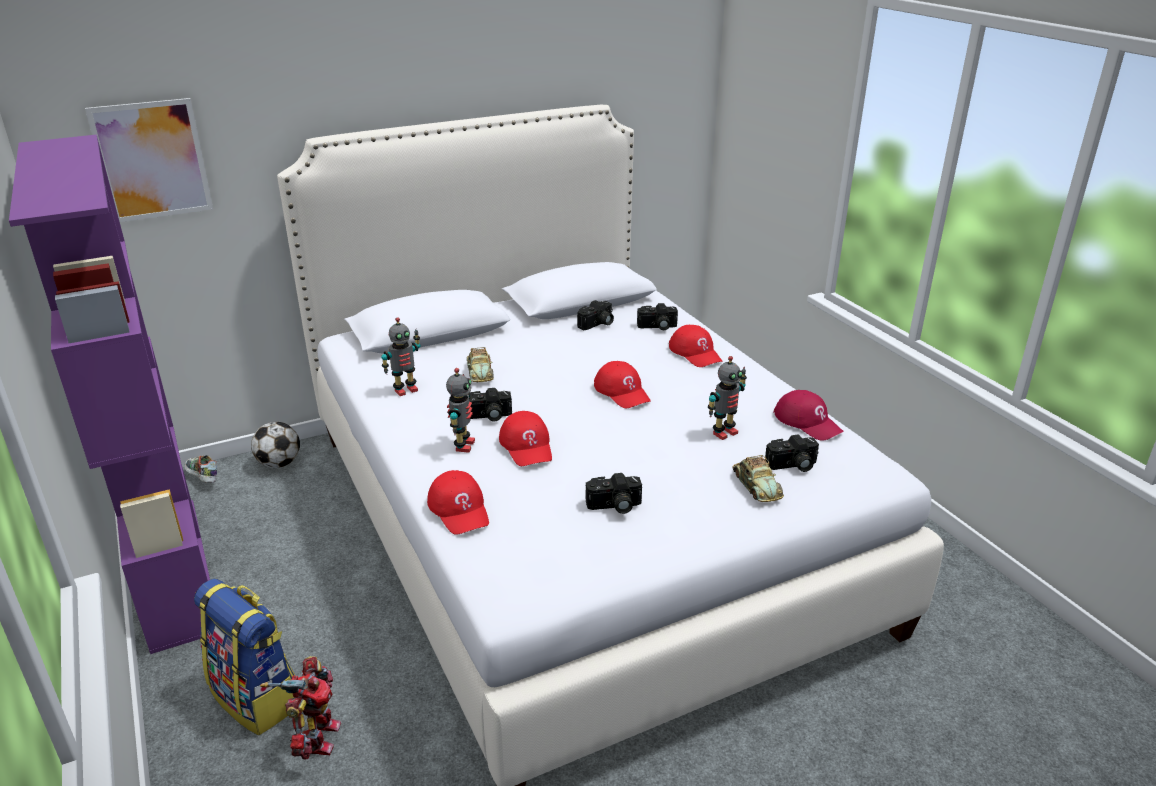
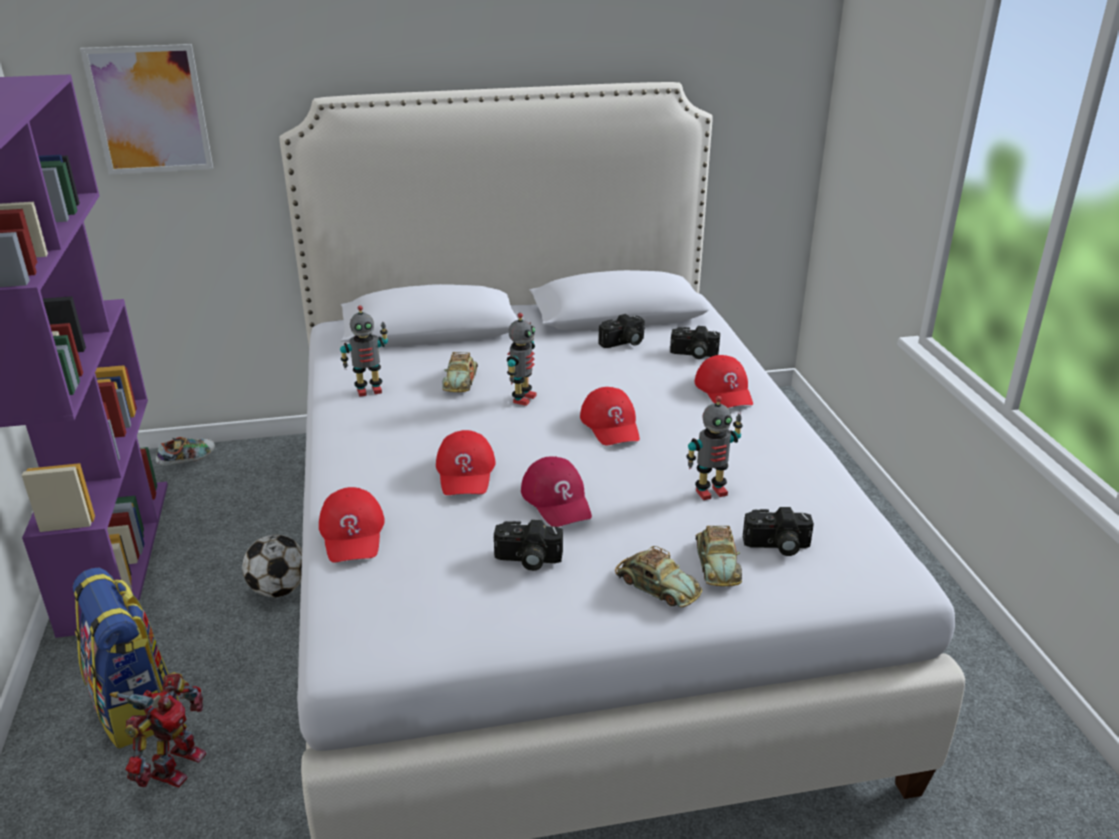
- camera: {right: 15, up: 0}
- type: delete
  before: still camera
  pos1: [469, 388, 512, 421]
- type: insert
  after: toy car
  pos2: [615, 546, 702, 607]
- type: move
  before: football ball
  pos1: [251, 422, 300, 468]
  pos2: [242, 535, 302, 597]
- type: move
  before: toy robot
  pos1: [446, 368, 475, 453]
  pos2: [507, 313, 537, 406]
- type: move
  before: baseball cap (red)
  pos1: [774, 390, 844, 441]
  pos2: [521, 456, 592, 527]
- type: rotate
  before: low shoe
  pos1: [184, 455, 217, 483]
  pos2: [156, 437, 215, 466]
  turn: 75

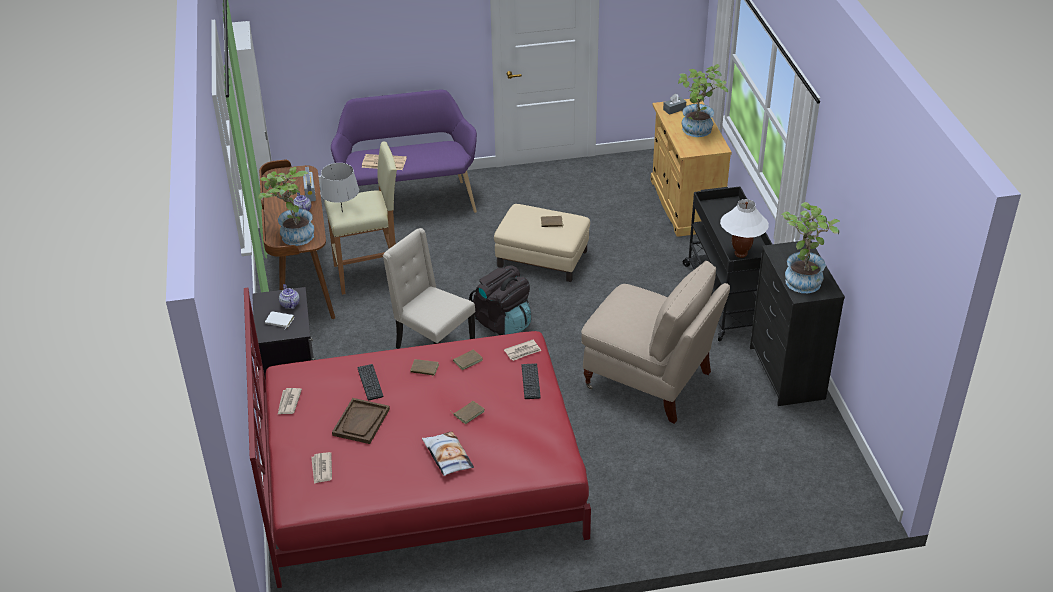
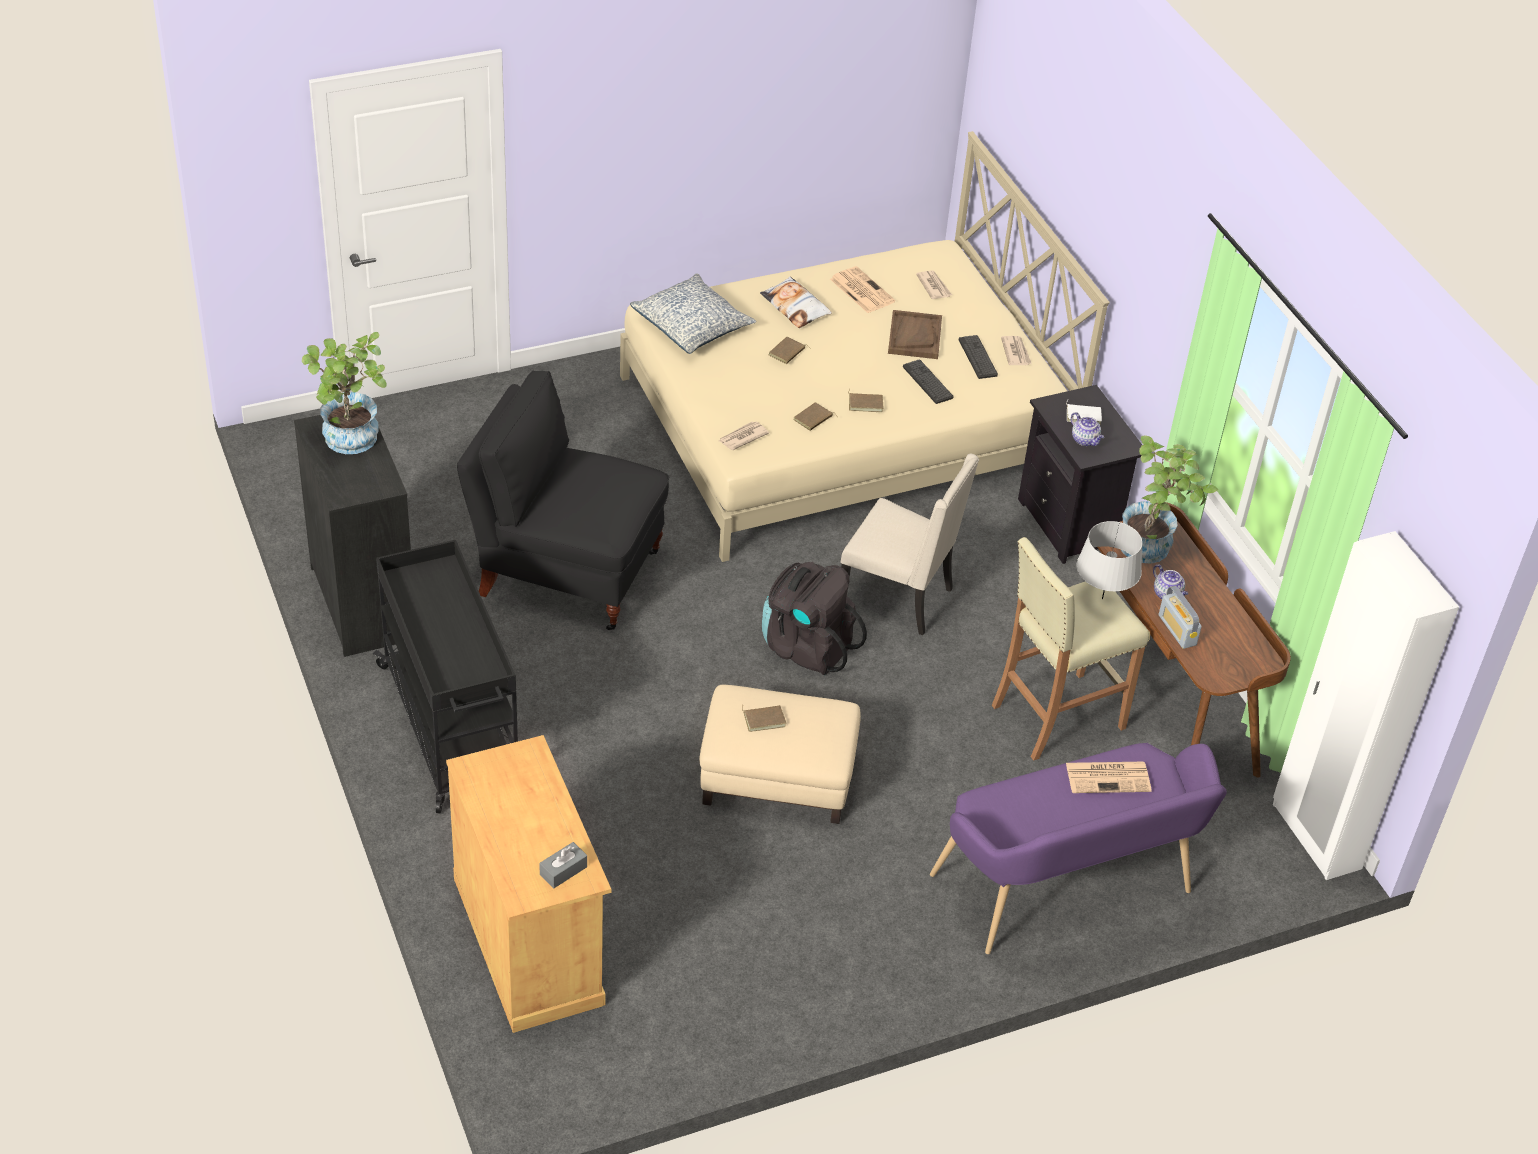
- camera: {right: 165, up: 5}
- type: delete
  before: potted plant
  pos1: [678, 64, 728, 137]
- type: delete
  before: tabletop lamp (white)
  pos1: [720, 199, 769, 258]
- type: insert
  after: pillow
  pos2: [630, 273, 756, 354]
- type: insert
  after: daily paper
  pos2: [830, 266, 895, 313]
- type: move
  before: computer keyboard
  pos1: [522, 363, 541, 399]
  pos2: [959, 335, 998, 379]
- type: recolor
  before: sleeping bed (red)
  after: sleeping bed (beige)
  pos1: [244, 288, 591, 588]
  pos2: [620, 131, 1110, 562]
- type: recolor
  before: chair (beige)
  after: chair (blackish)
  pos1: [581, 261, 730, 424]
  pos2: [457, 371, 669, 630]

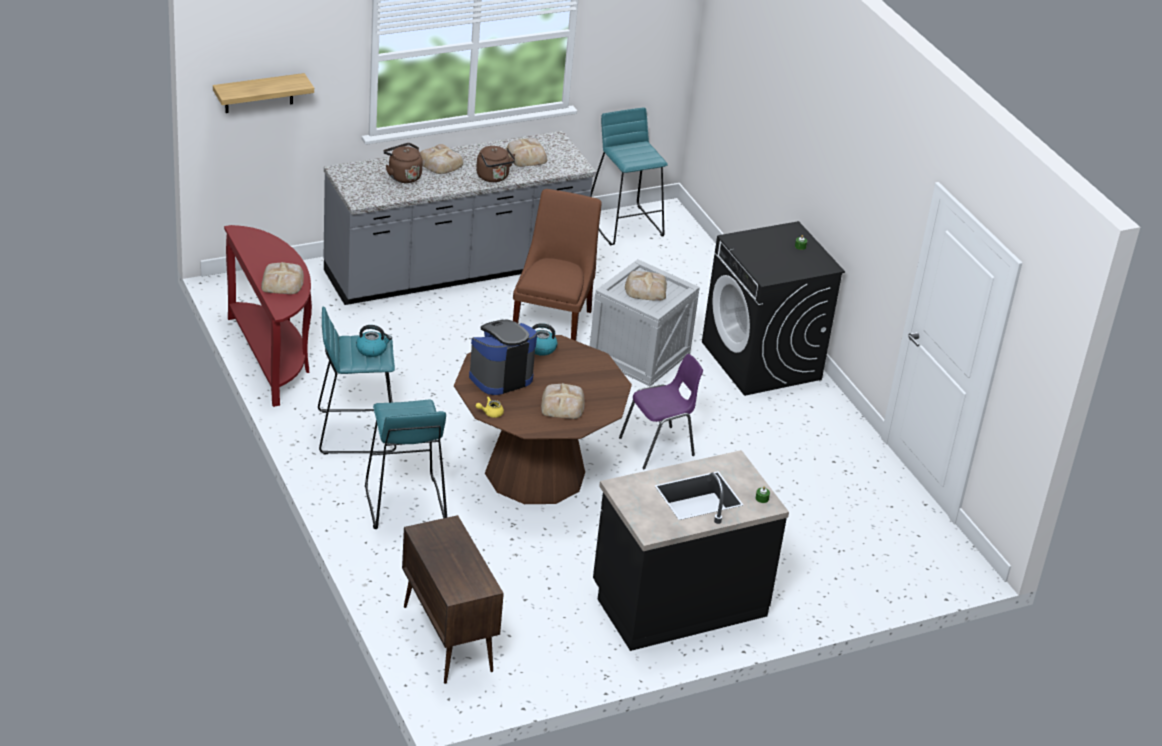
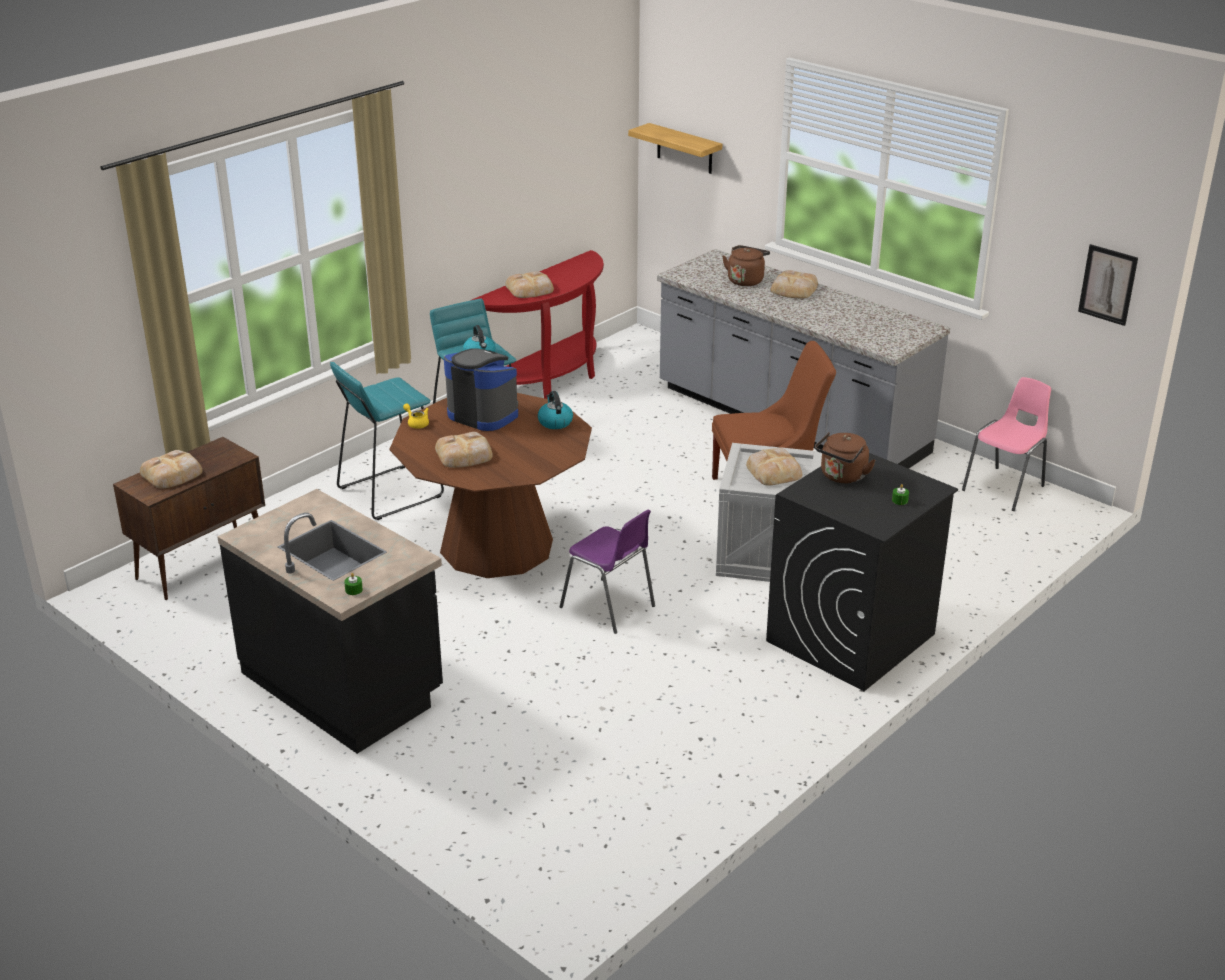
- camera: {right: 70, up: -5}
- type: insert
  after: wall picture
  pos2: [1078, 244, 1138, 326]
- type: move
  before: water kettle (brown-coloured)
  pos1: [476, 146, 515, 182]
  pos2: [815, 432, 876, 483]
- type: move
  before: baked bread
  pos1: [506, 138, 547, 167]
  pos2: [140, 450, 203, 488]
- type: replace
  before: sitting stool (turquoise-coloured)
  after: chair (pink)
  pos1: [591, 107, 668, 245]
  pos2: [962, 377, 1051, 511]

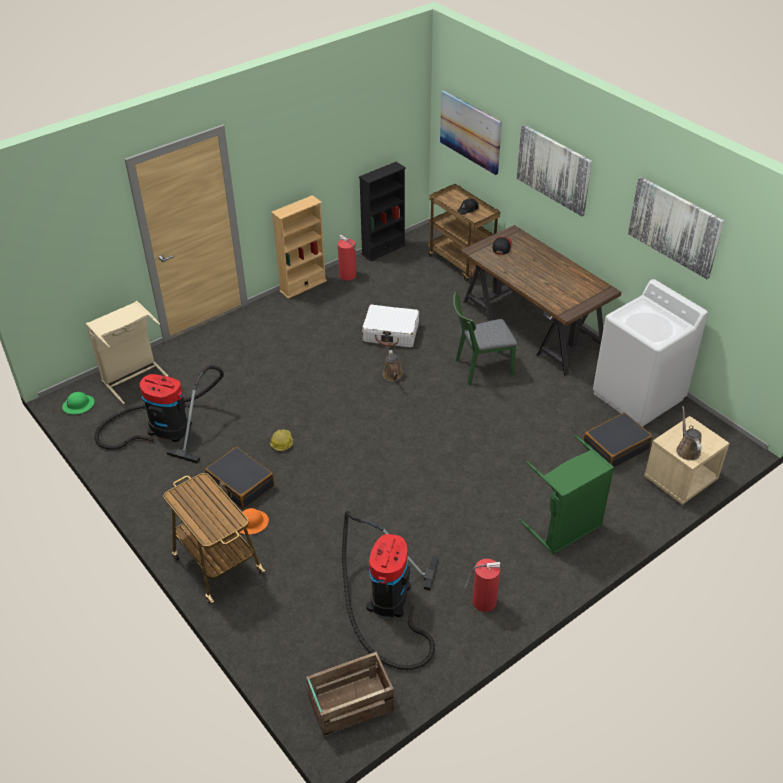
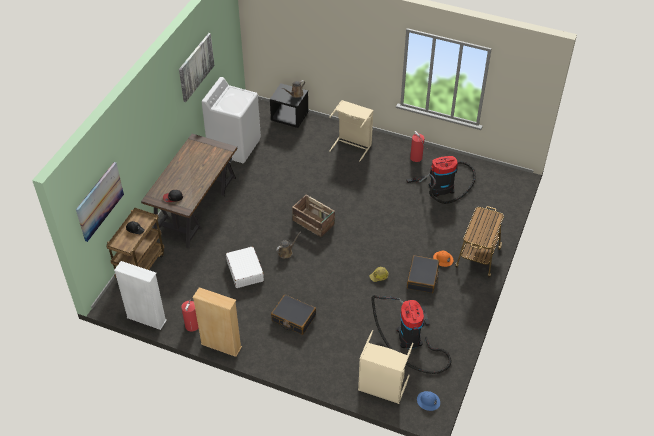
- camera: {right: -120, up: 5}
- type: delete
  before: chair (green)
  pos1: [453, 291, 517, 385]
- type: delete
  before: wall picture
  pos1: [517, 125, 592, 216]
- type: move
  before: shipping crate
  pos1: [306, 652, 394, 737]
  pos2: [292, 195, 335, 237]
- type: move
  before: suitcase (blackish)
  pos1: [583, 413, 652, 467]
  pos2: [271, 294, 316, 335]
- type: recolor
  before: hard hat (green)
  after: hard hat (blue)
  pos1: [62, 392, 95, 414]
  pos2: [417, 391, 440, 411]
- type: recolor
  before: bookcase (blackish)
  after: bookcase (white)
  pos1: [359, 162, 406, 261]
  pos2: [114, 261, 167, 330]
- type: recolor
  before: hamper (green)
  after: hamper (beige)
  pos1: [519, 435, 614, 555]
  pos2: [329, 100, 374, 162]
- type: recolor
  before: nightstand (beige)
  after: nightstand (blackish)
  pos1: [644, 416, 729, 505]
  pos2: [270, 83, 309, 128]

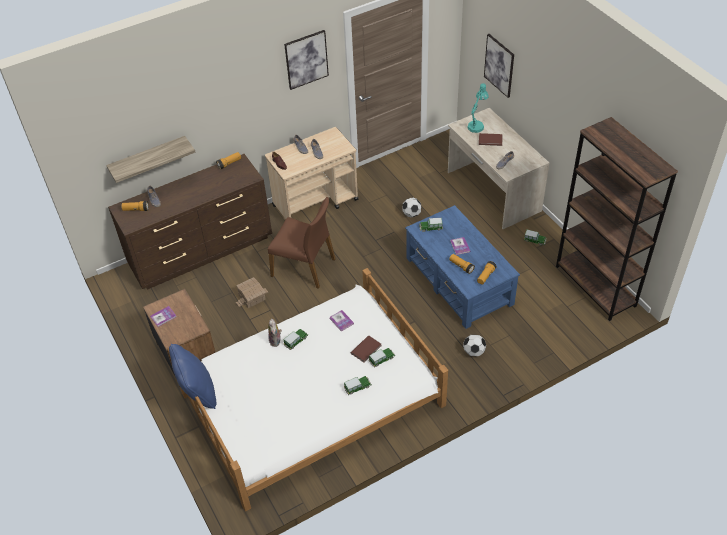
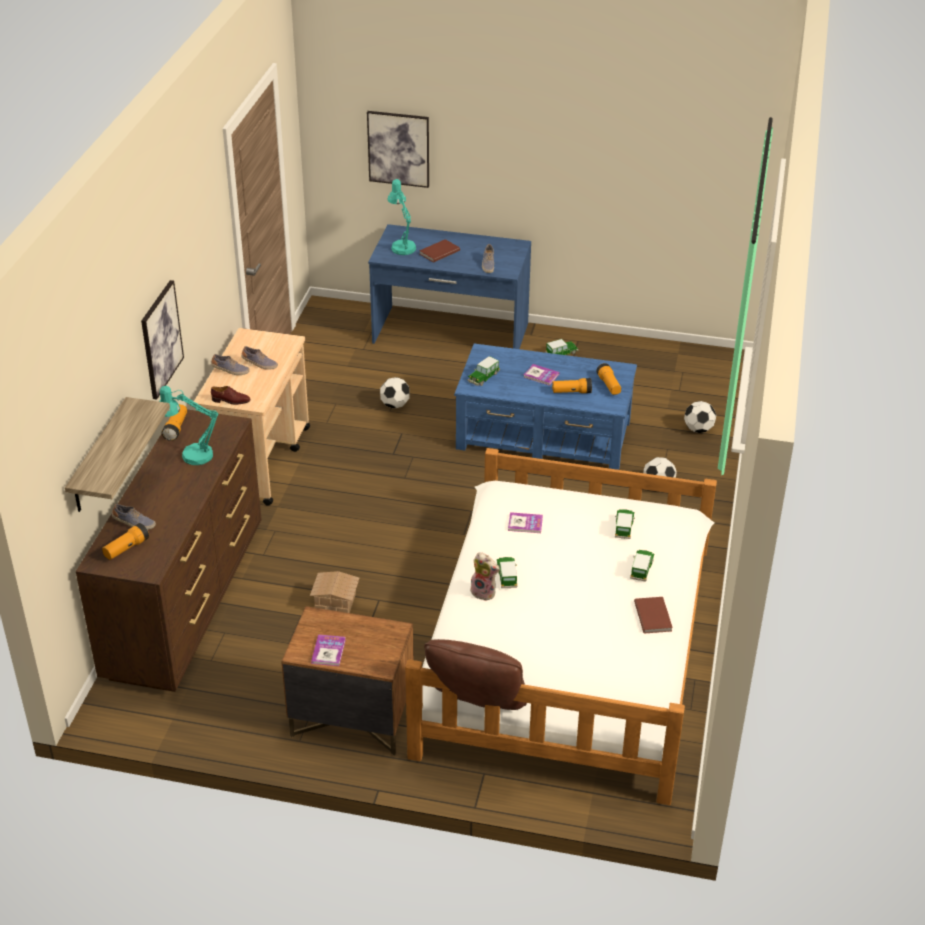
- camera: {right: -50, up: -10}
- type: delete
  before: chair (brown-coloured)
  pos1: [268, 197, 335, 289]
- type: delete
  before: bookcase (brown-coloured)
  pos1: [556, 117, 678, 321]
- type: insert
  after: tabletop lamp (turquoise-coloured)
  pos2: [159, 386, 218, 465]
- type: insert
  after: football ball
  pos2: [684, 401, 716, 433]
- type: move
  before: wall picture
  pos1: [284, 30, 329, 90]
  pos2: [141, 280, 184, 400]
- type: move
  before: volume (brown-coloured)
  pos1: [351, 335, 381, 362]
  pos2: [634, 597, 673, 634]
- type: recolor
  before: pillow (blue)
  after: pillow (brown-coloured)
  pos1: [169, 344, 216, 409]
  pos2: [424, 639, 527, 710]
- type: recolor
  before: desk (beige)
  after: desk (blue)
  pos1: [448, 108, 549, 229]
  pos2: [368, 224, 531, 349]

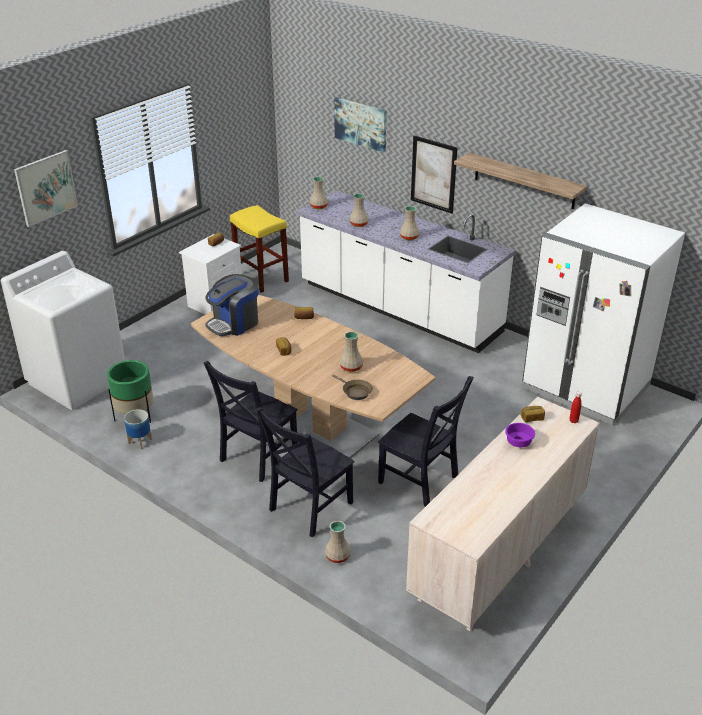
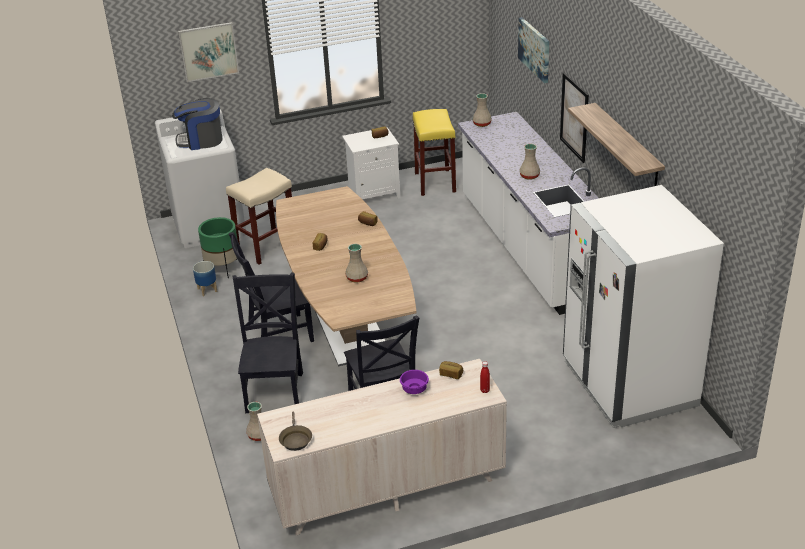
- camera: {right: 35, up: 0}
- type: delete
  before: vase (beige)
  pos1: [349, 193, 369, 227]
- type: insert
  after: sitting stool (beige)
  pos2: [226, 168, 292, 265]
- type: move
  before: coffee machine
  pos1: [205, 274, 259, 336]
  pos2: [172, 98, 223, 150]
- type: move
  before: pan (brown-coloured)
  pos1: [332, 374, 373, 400]
  pos2: [279, 412, 312, 451]
- type: rotate
  before: chair (blackish)
  pos1: [256, 407, 354, 537]
  pos2: [233, 272, 303, 413]
  turn: 105

